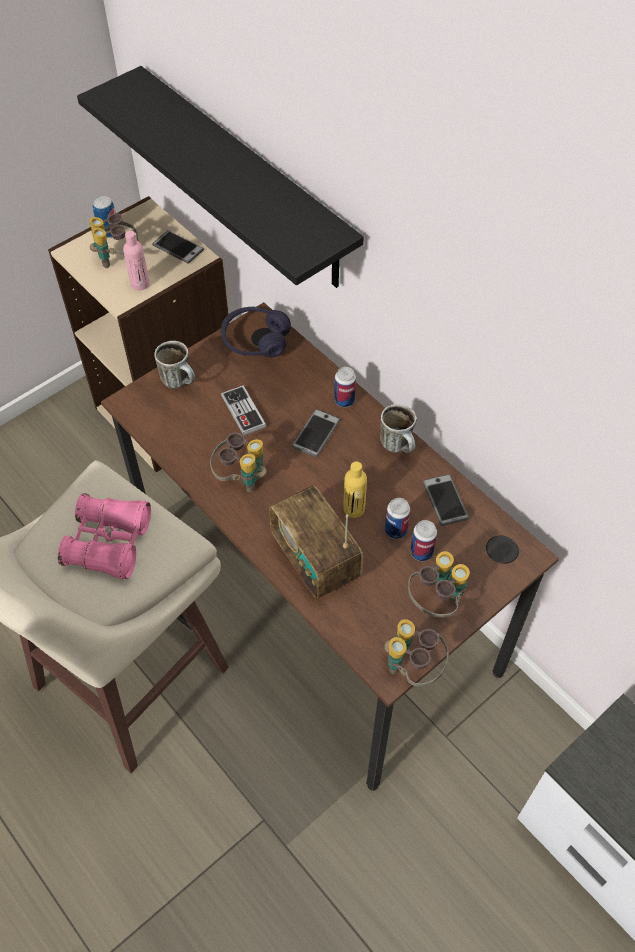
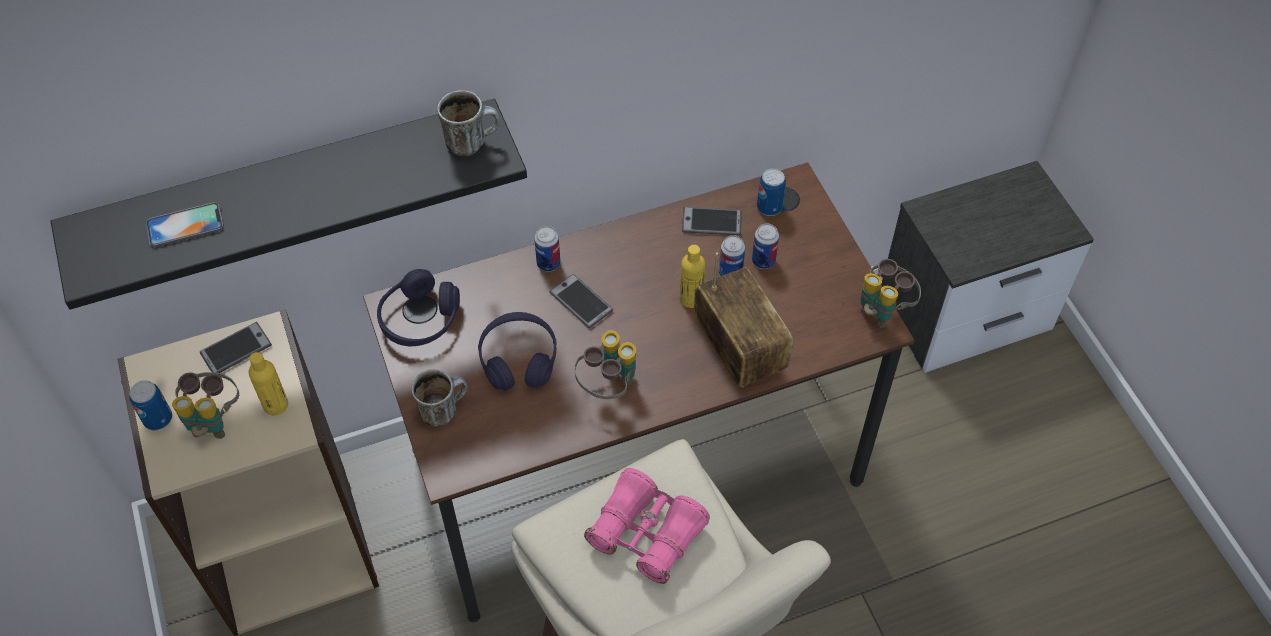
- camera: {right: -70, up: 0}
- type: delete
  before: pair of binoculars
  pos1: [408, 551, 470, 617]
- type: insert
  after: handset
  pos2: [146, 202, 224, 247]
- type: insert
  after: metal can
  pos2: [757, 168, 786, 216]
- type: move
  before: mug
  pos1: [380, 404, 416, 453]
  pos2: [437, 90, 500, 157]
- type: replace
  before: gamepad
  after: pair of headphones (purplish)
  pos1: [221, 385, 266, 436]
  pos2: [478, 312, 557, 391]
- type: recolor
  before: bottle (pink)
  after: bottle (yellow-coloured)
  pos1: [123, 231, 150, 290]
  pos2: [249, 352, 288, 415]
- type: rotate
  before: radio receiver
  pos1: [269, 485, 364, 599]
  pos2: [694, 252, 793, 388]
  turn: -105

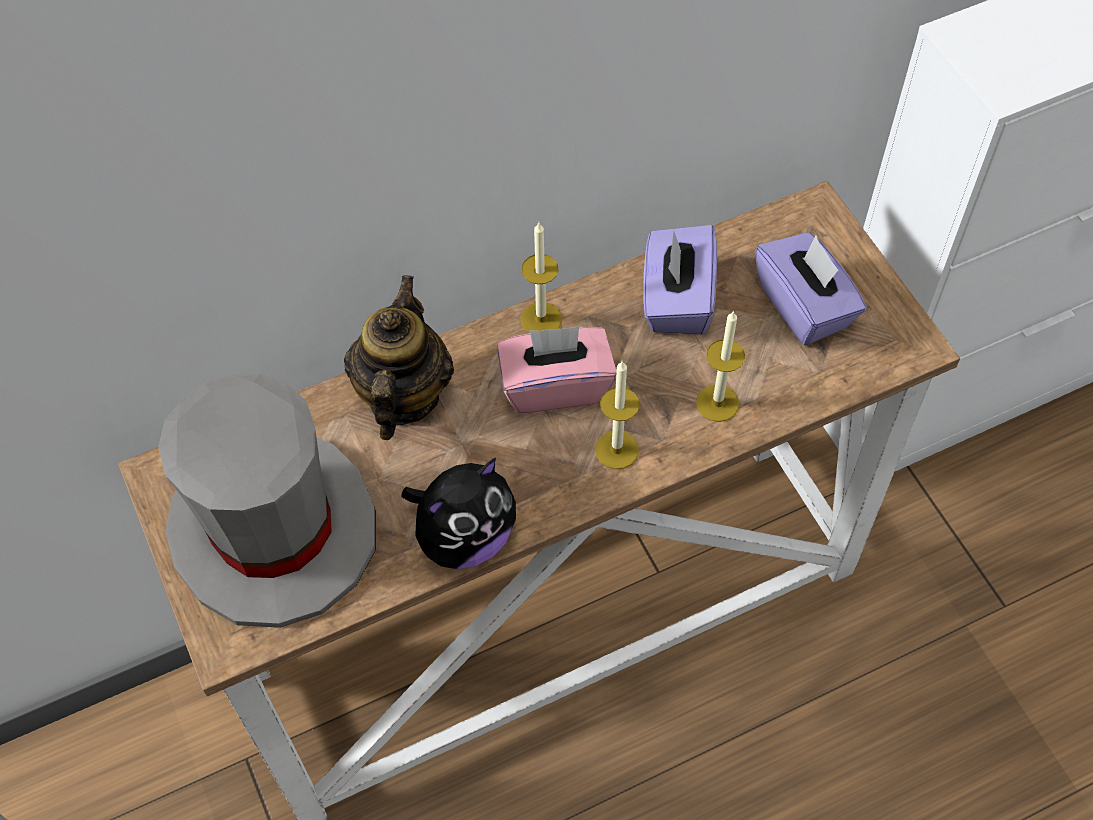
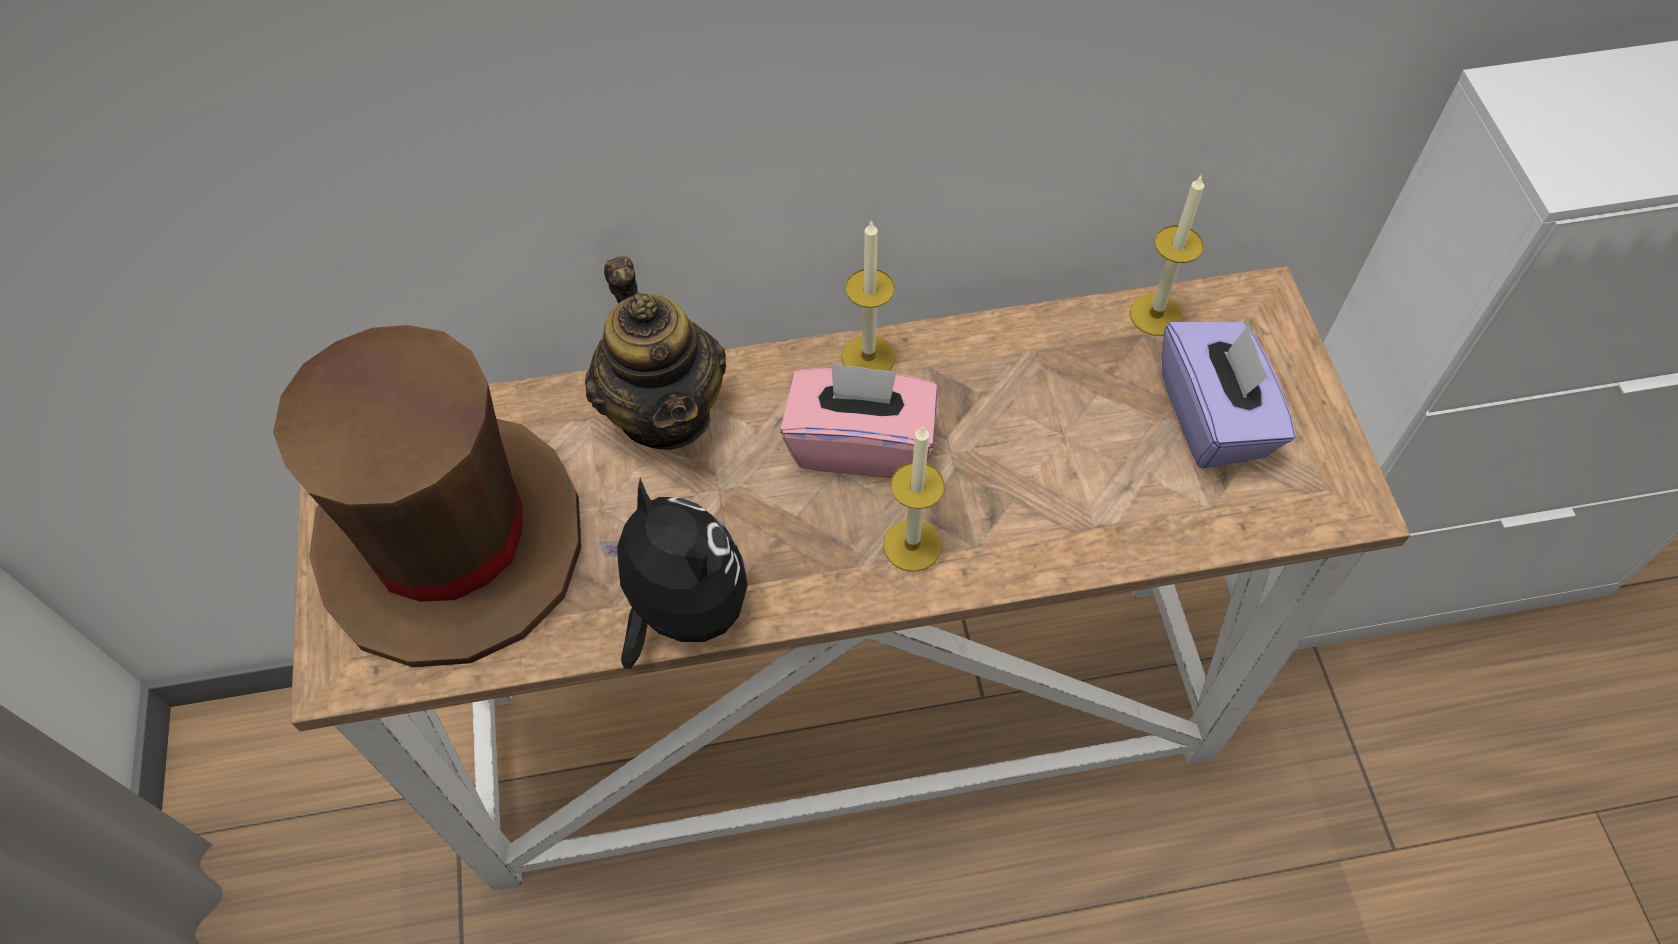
- camera: {right: 15, up: 0}
- type: delete
  before: box of tissues (purplish)
  pos1: [643, 225, 717, 335]
- type: move
  before: wax candle
  pos1: [696, 310, 745, 422]
  pos2: [1130, 174, 1204, 336]
- type: recolor
  before: clothing hat (greyish)
  after: clothing hat (brown-coloured)
  pos1: [158, 373, 376, 628]
  pos2: [273, 325, 582, 667]
- type: rotate
  before: tea pot
  pos1: [344, 275, 454, 440]
  pos2: [585, 256, 727, 450]
  turn: 135
- type: rotate
  before: cuddly toy
  pos1: [401, 458, 516, 569]
  pos2: [599, 478, 748, 669]
  turn: -105

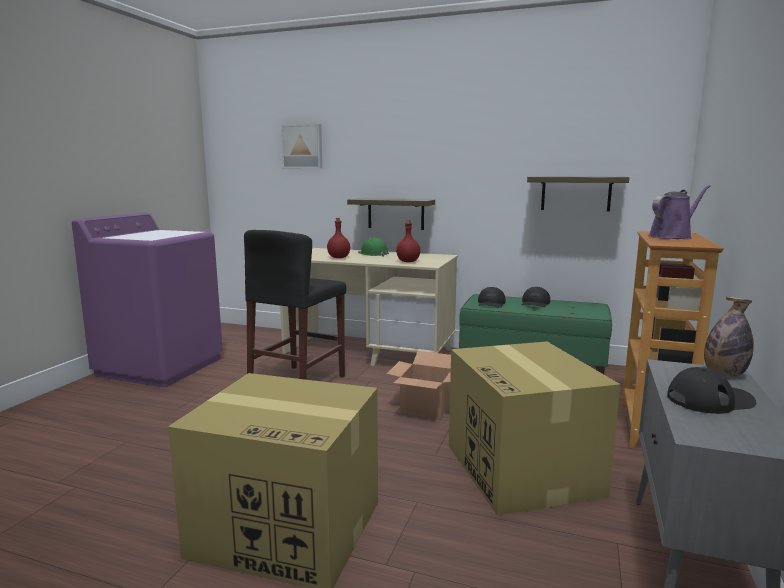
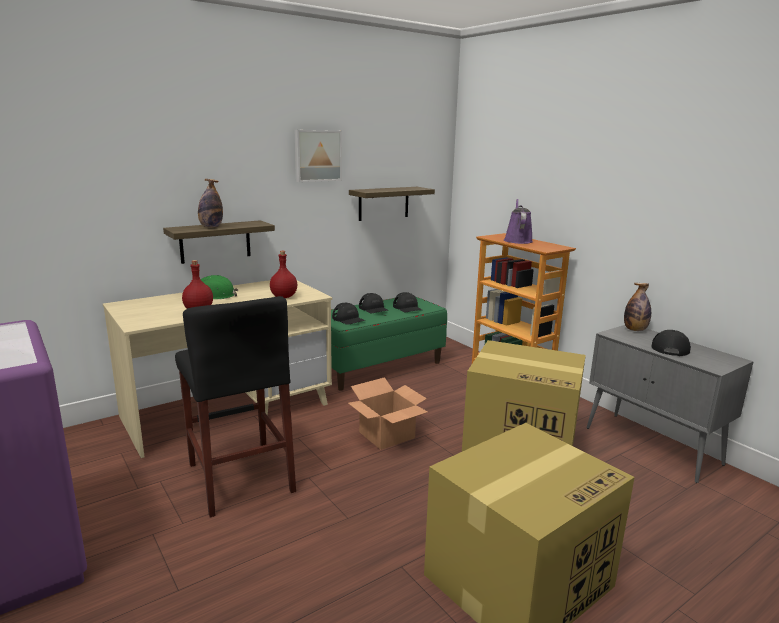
- camera: {right: -55, up: 5}
- type: insert
  after: bottle
  pos2: [198, 179, 223, 227]
- type: insert
  after: baseball cap (blackish)
  pos2: [393, 292, 422, 312]
- type: move
  before: wall picture
  pos1: [281, 124, 322, 168]
  pos2: [295, 130, 342, 182]

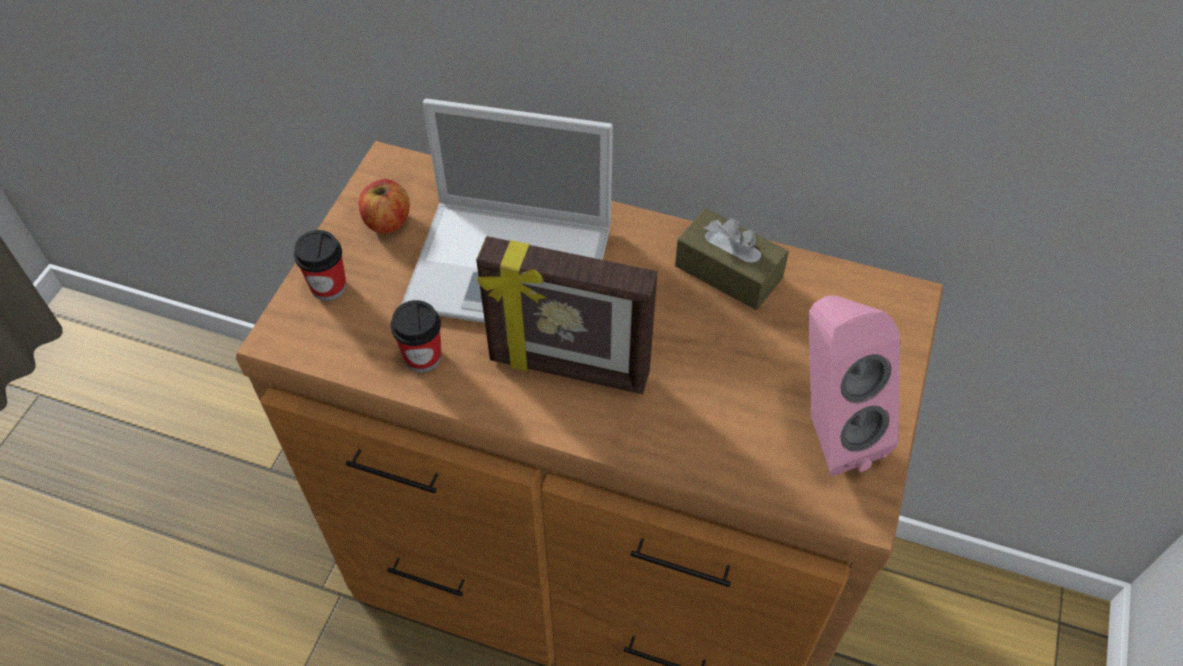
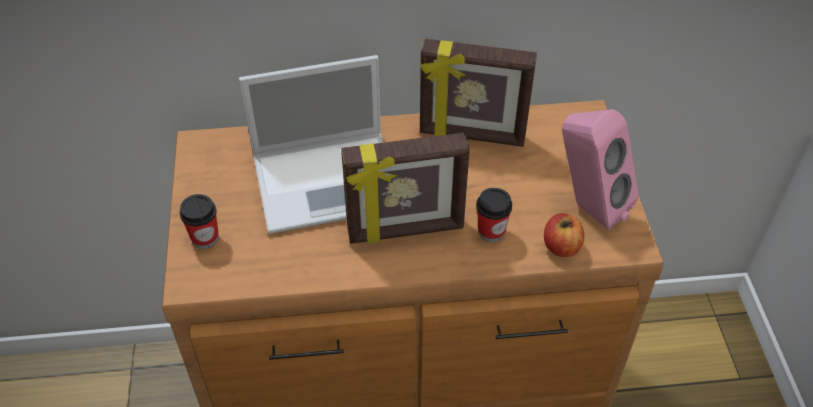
- camera: {right: -25, up: -5}
- type: move
  before: apple
  pos1: [359, 179, 410, 234]
  pos2: [544, 213, 584, 257]
- type: move
  before: small cup
  pos1: [391, 300, 441, 373]
  pos2: [476, 188, 513, 242]
- type: replace
  before: box of tissues (brown-coloured)
  after: standing frame
  pos1: [675, 208, 789, 310]
  pos2: [420, 39, 537, 147]

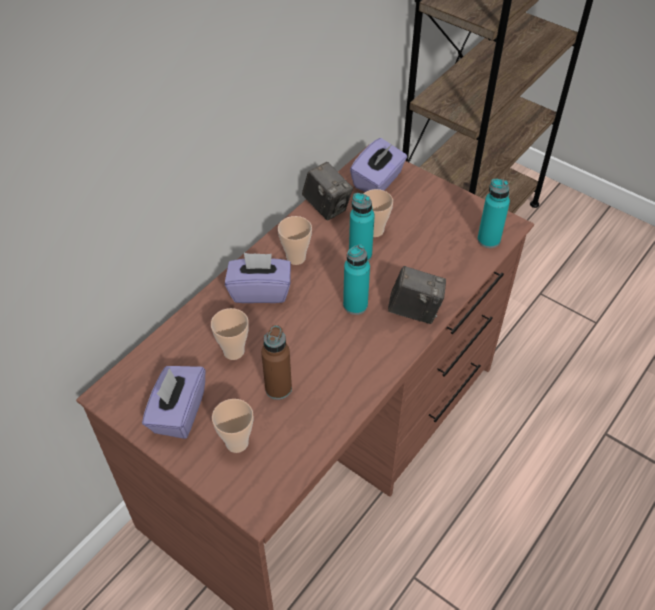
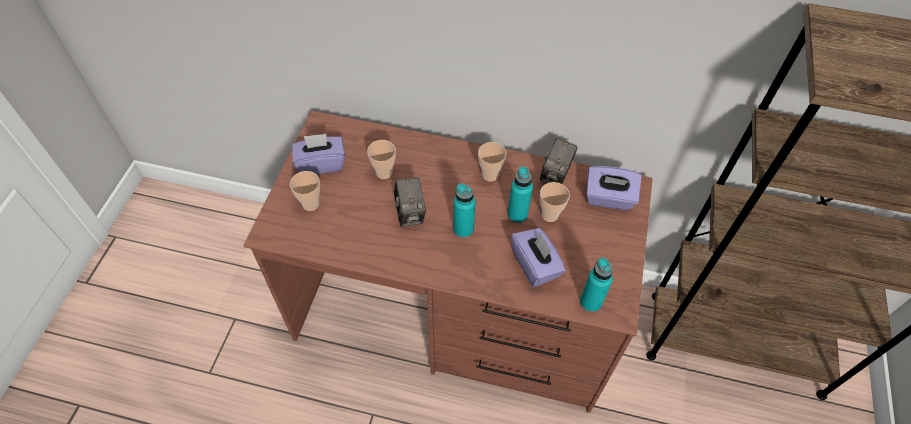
- camera: {right: 65, up: 5}
- type: delete
  before: bottle (brown-coloured)
  pos1: [261, 325, 292, 400]
- type: move
  before: box of tissues (purplish)
  pos1: [225, 253, 291, 303]
  pos2: [511, 228, 566, 287]
- type: move
  before: still camera
  pos1: [388, 266, 446, 324]
  pos2: [394, 177, 426, 227]

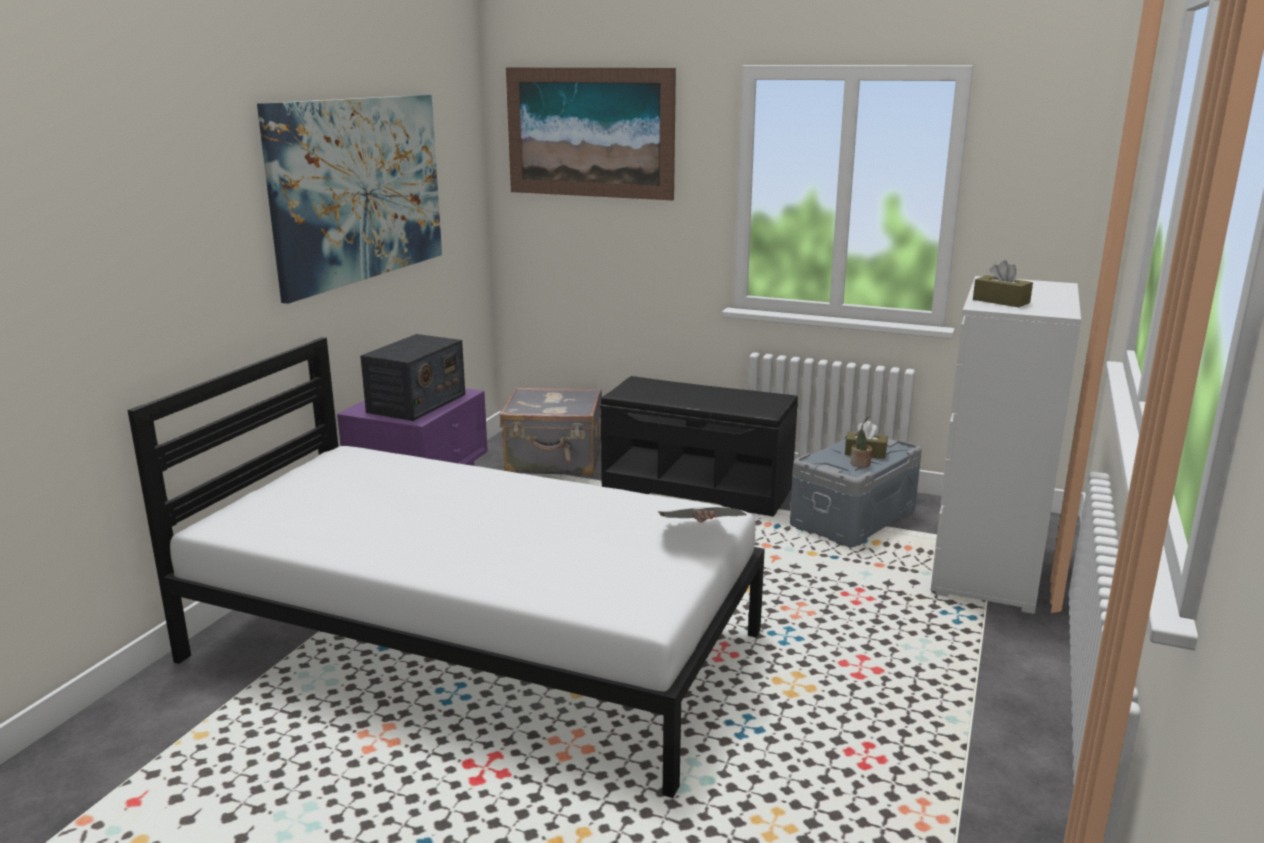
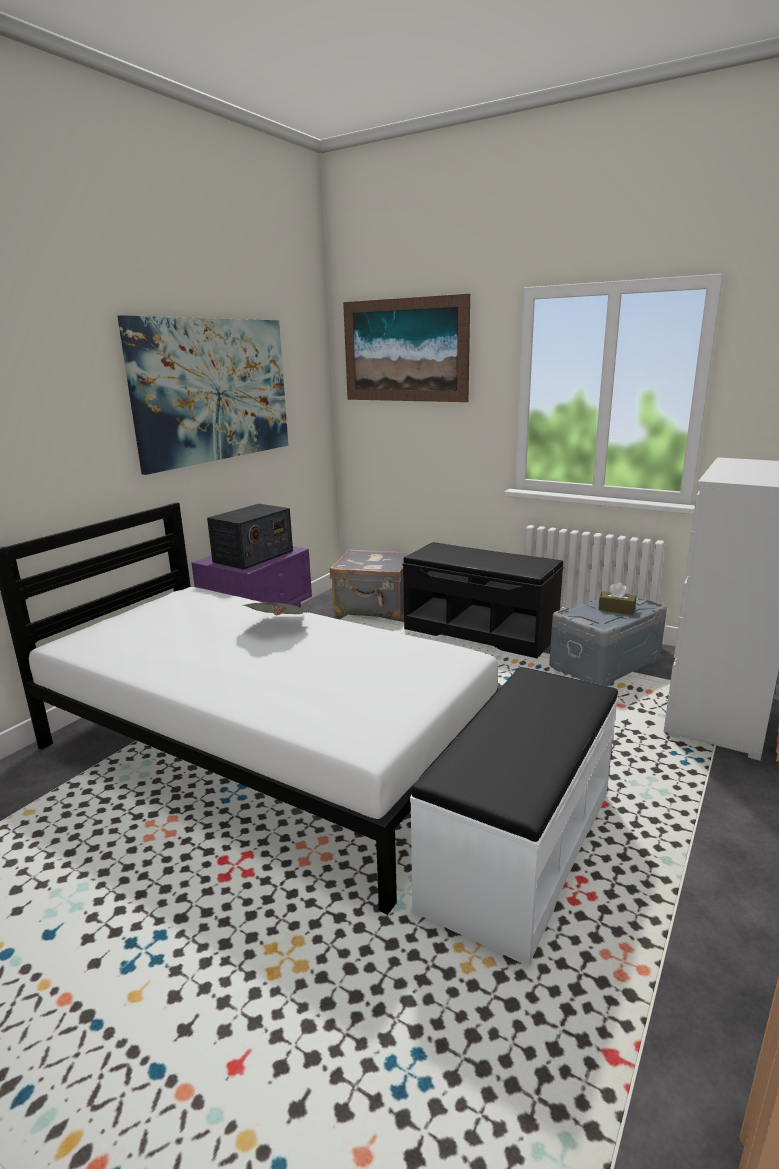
- camera: {right: 10, up: 0}
- type: delete
  before: potted plant
  pos1: [851, 416, 872, 468]
- type: delete
  before: box of tissues (brown-coloured)
  pos1: [973, 260, 1033, 307]
- type: insert
  after: indoor bench (white)
  pos2: [410, 667, 618, 966]
- type: move
  before: daily paper
  pos1: [657, 507, 747, 523]
  pos2: [243, 602, 310, 615]

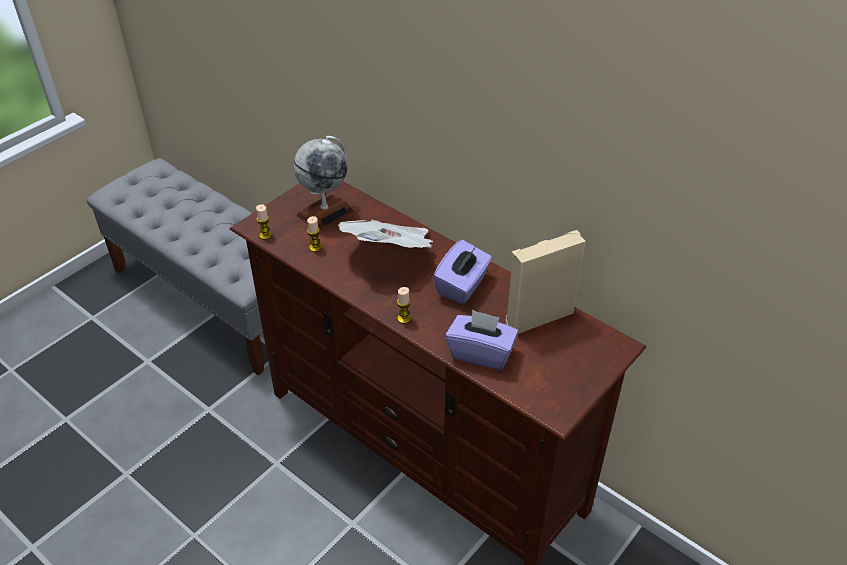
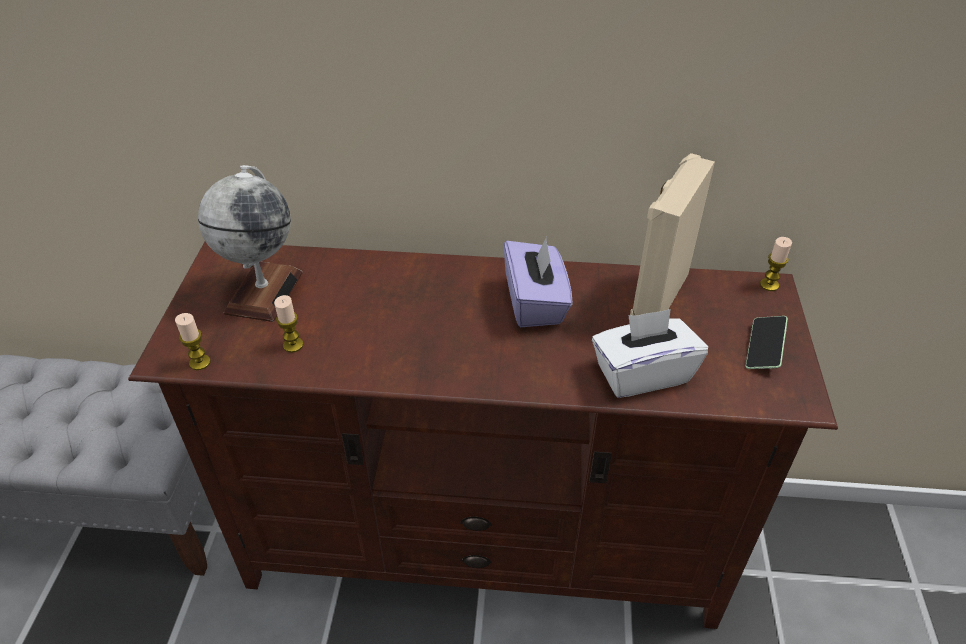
- camera: {right: -35, up: 0}
- type: delete
  before: daily paper
  pos1: [339, 220, 433, 248]
- type: insert
  after: handset
  pos2: [745, 316, 788, 369]
- type: move
  before: wax candle
  pos1: [397, 287, 411, 324]
  pos2: [760, 237, 792, 291]
- type: recolor
  before: box of tissues (purplish)
  after: box of tissues (white)
  pos1: [445, 309, 518, 370]
  pos2: [592, 309, 708, 398]

